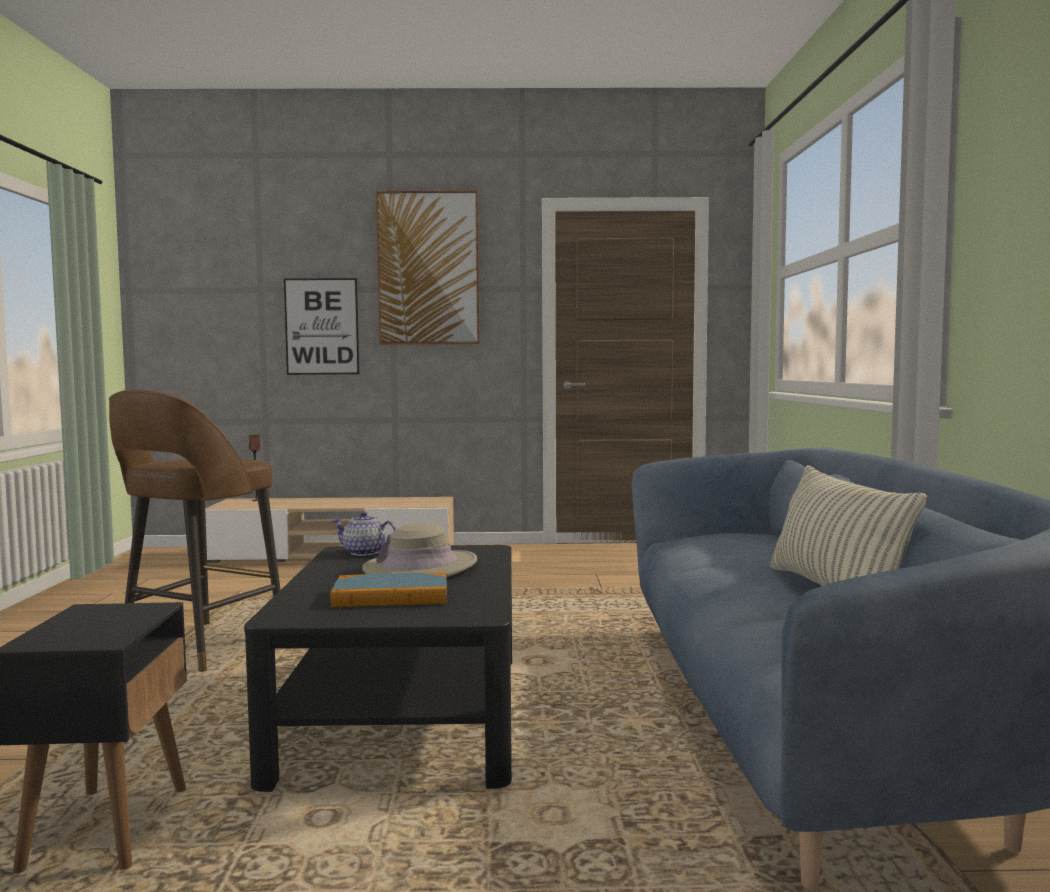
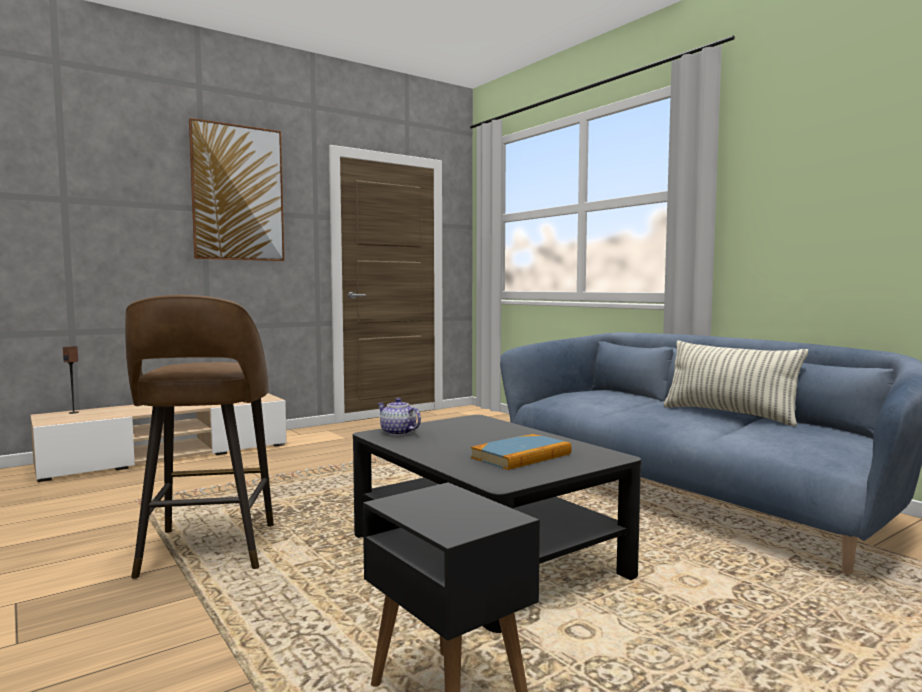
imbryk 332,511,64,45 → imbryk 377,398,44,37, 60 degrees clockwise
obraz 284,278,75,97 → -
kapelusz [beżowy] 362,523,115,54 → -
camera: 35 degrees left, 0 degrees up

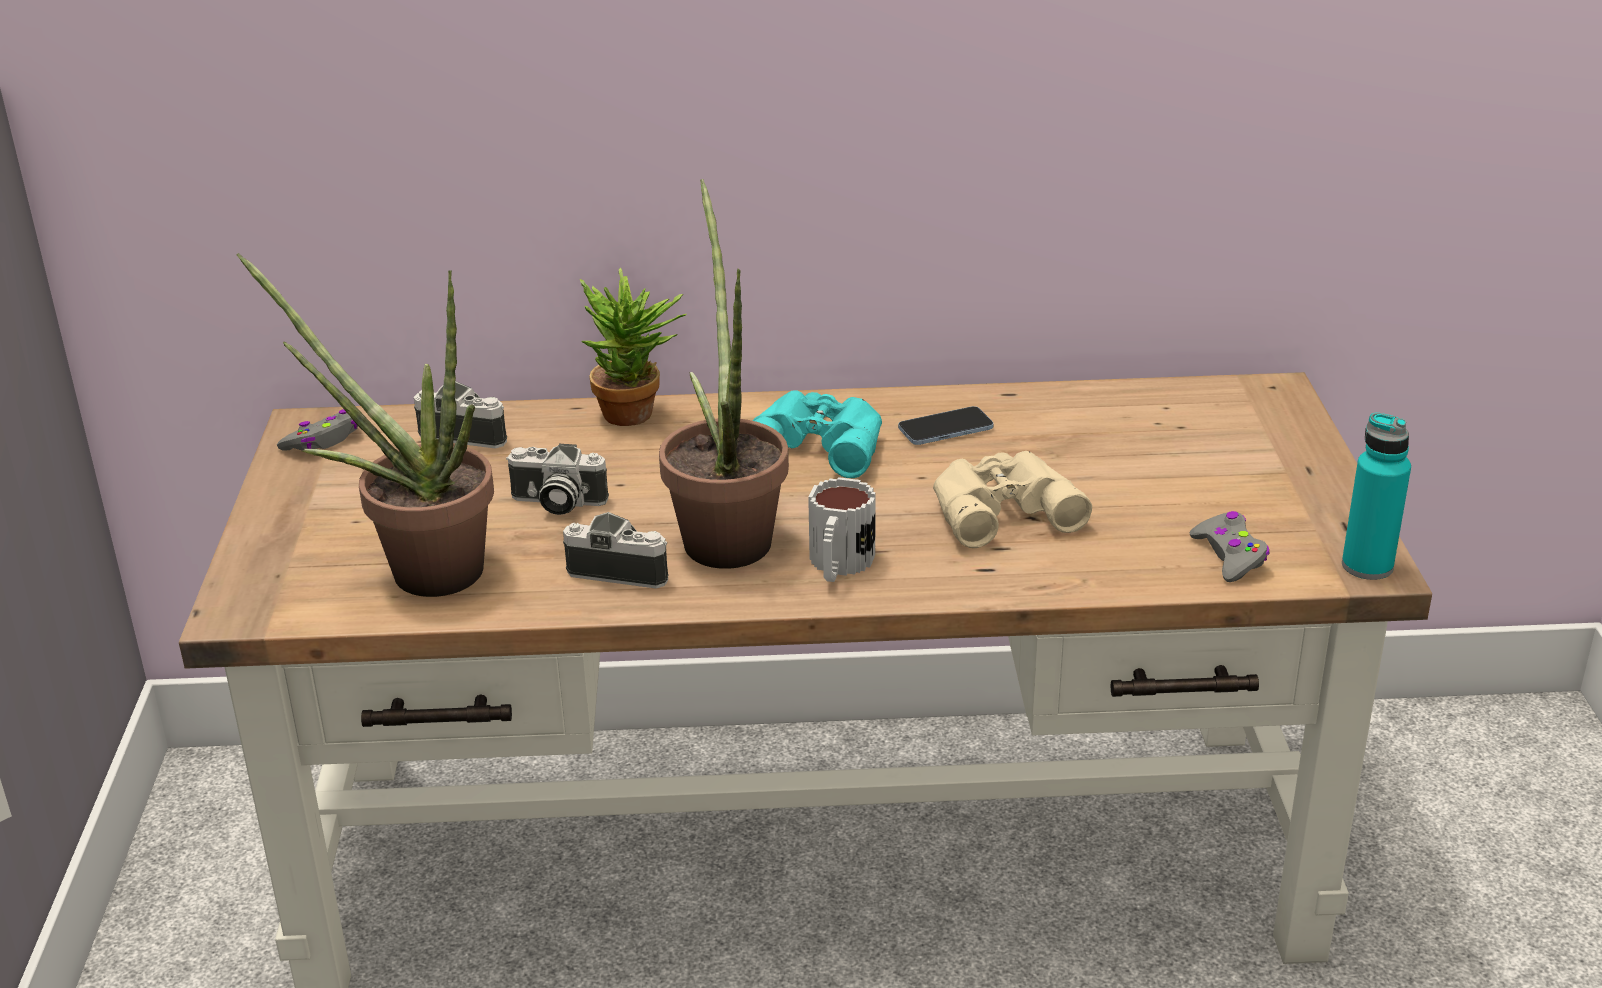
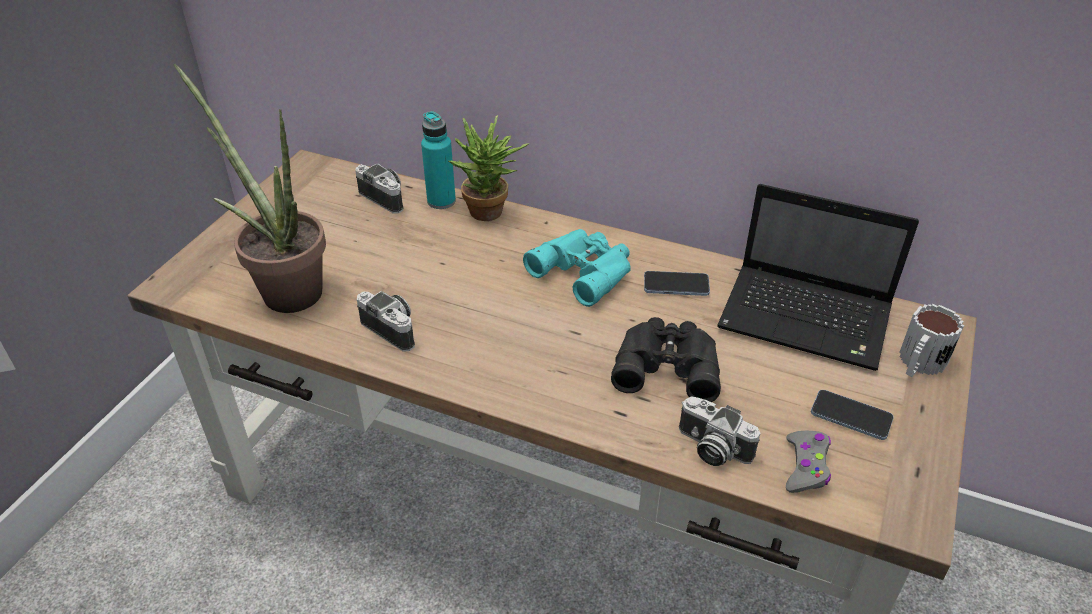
butelka [turkusowy] 1342,413,69,167 → butelka [turkusowy] 421,111,35,98, move
lornetka [beżowy] 933,451,159,97 → lornetka [czarny] 611,317,110,85
aparat fotograficzny 506,444,103,71 → aparat fotograficzny 679,396,81,70, move
- → laptop 717,184,202,187
- → telefon 811,390,83,50
kubek 808,477,68,105 → kubek 899,304,65,73, move
pad do gier [szary] 277,409,81,42 → -
roślina doniczkowa 659,179,130,390 → -
camera: 25 degrees right, 10 degrees up

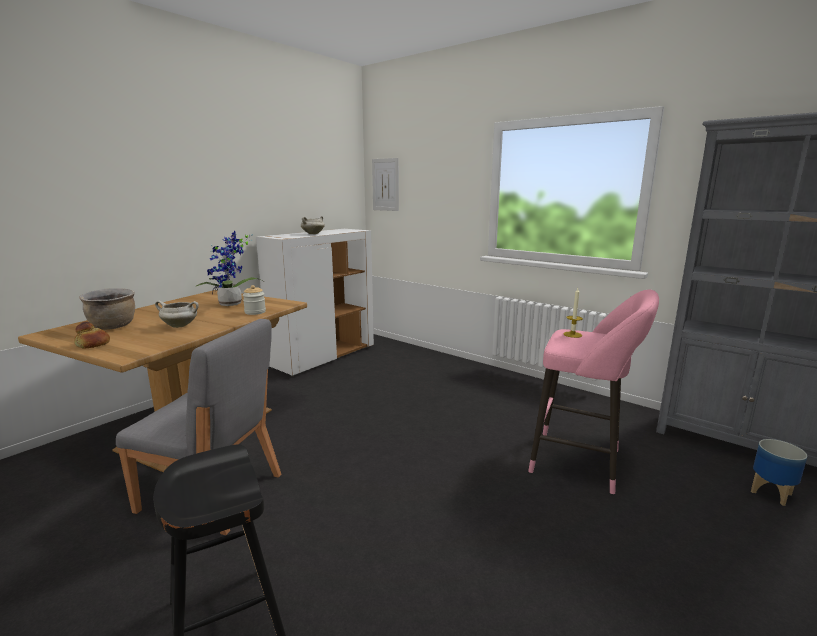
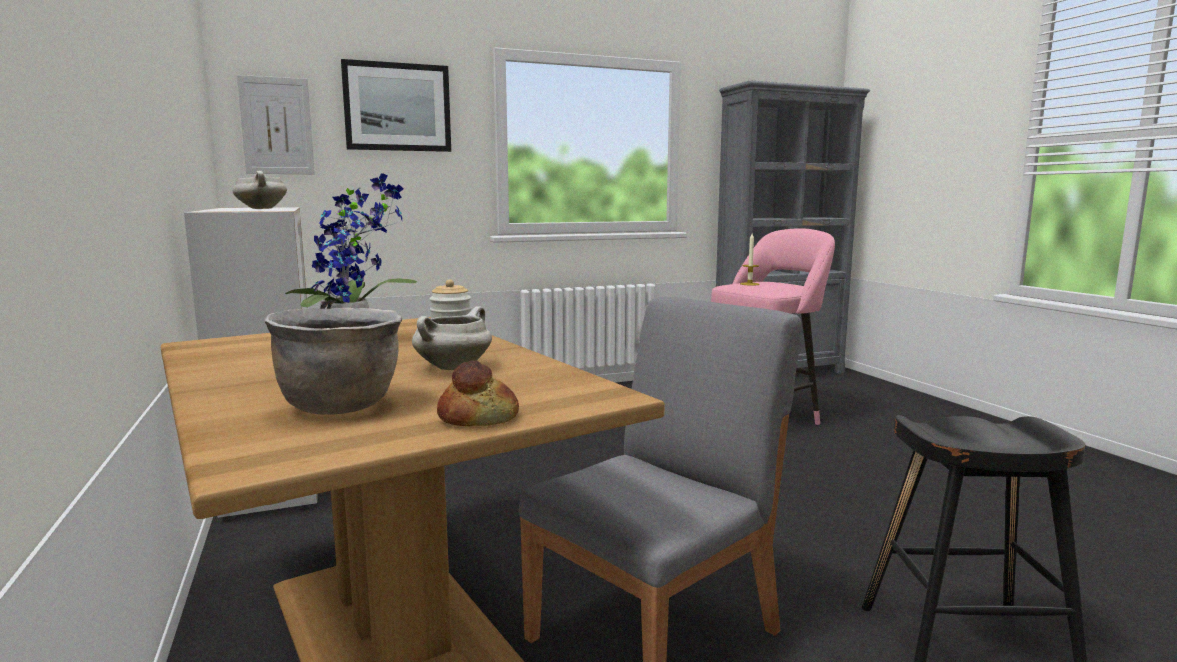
- → obraz 341,59,110,93
donica 751,439,57,67 → -
camera: 60 degrees left, 5 degrees down

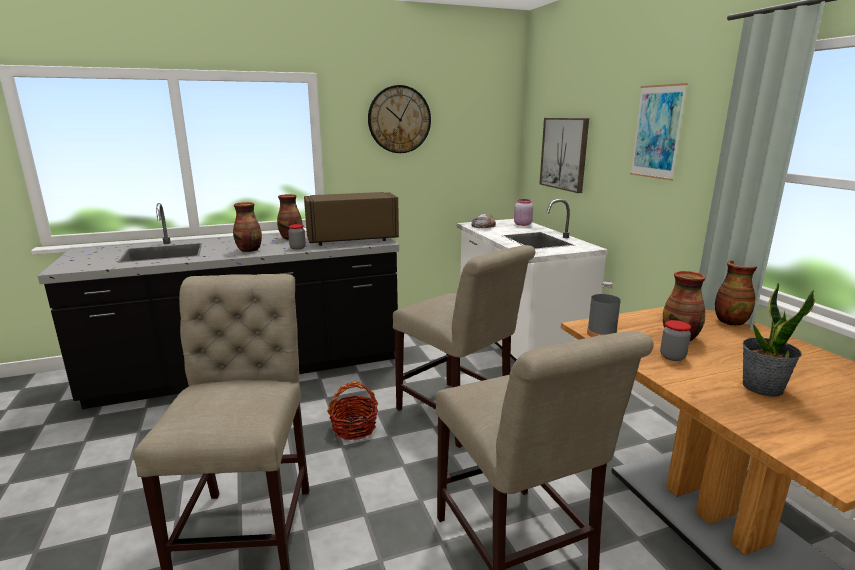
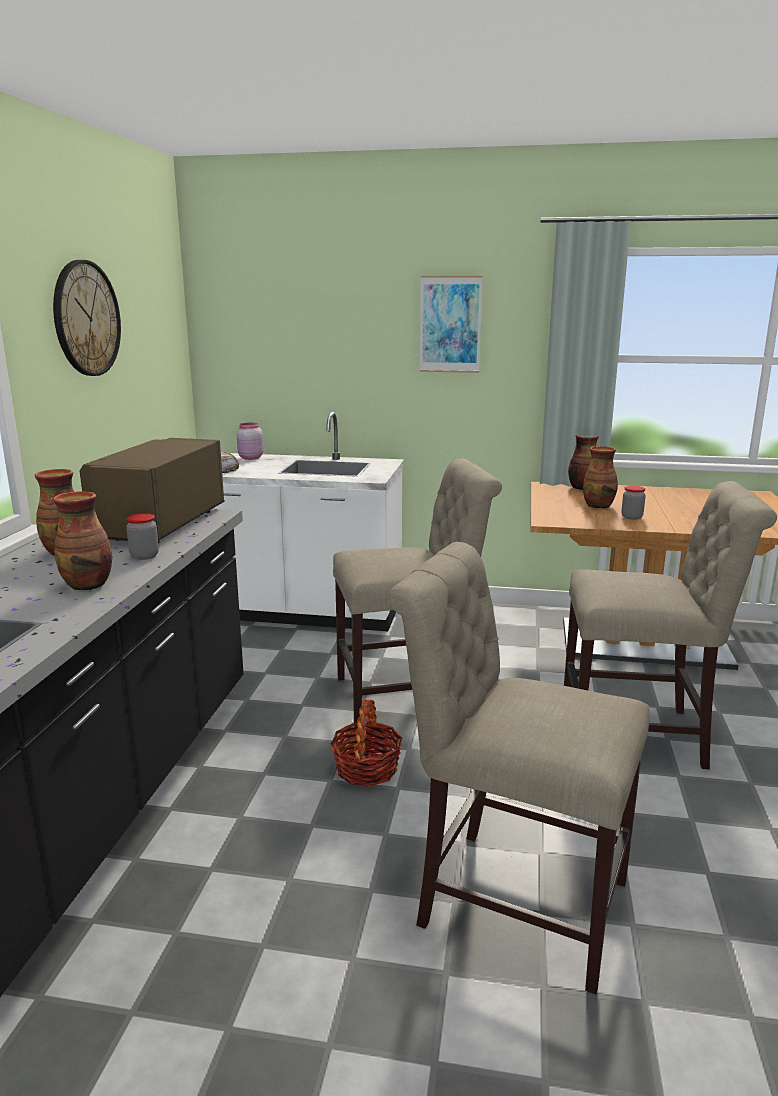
obraz 540,118,49,75 → -
butelka [szary] 587,281,34,56 → -
roślina doniczkowa 743,283,72,114 → -
camera: 60 degrees left, 0 degrees up

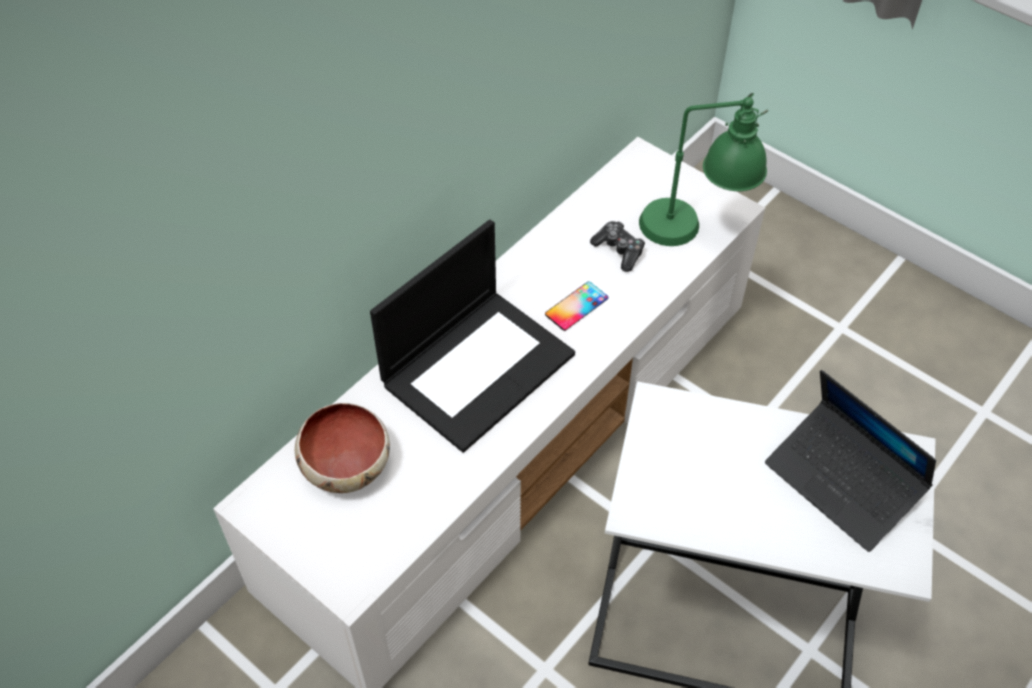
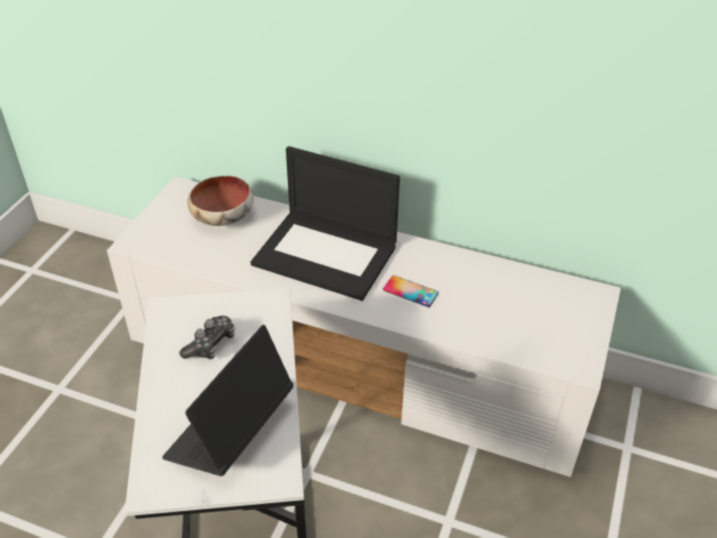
pad do gier 590,221,55,51 → pad do gier 179,316,56,43, move
lampa stołowa [zielony] 639,93,129,153 → -
camera: 70 degrees right, 10 degrees down

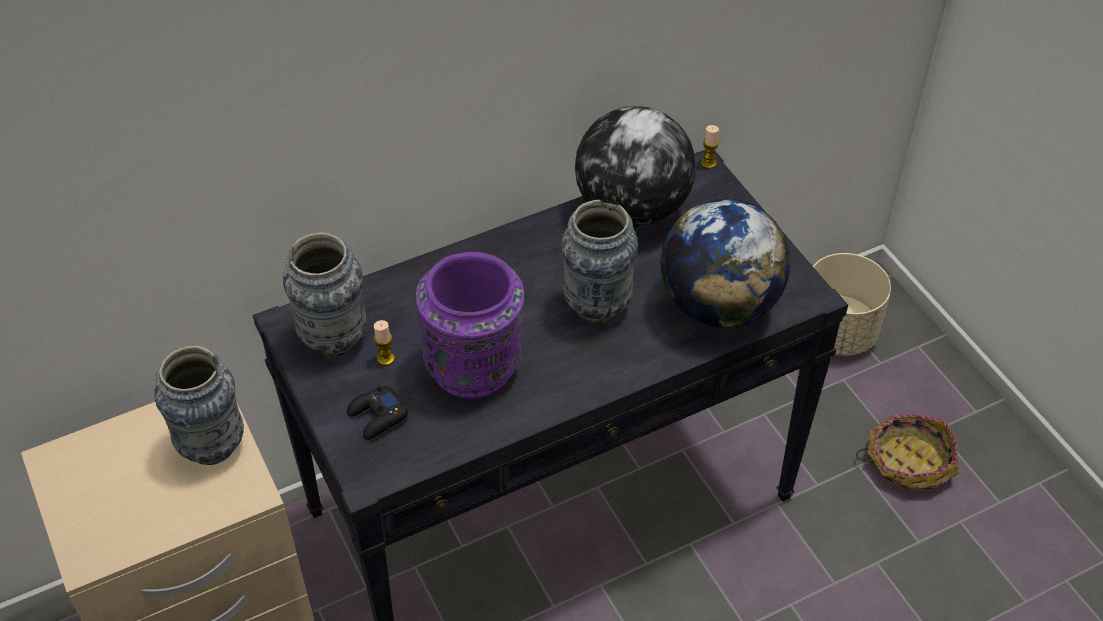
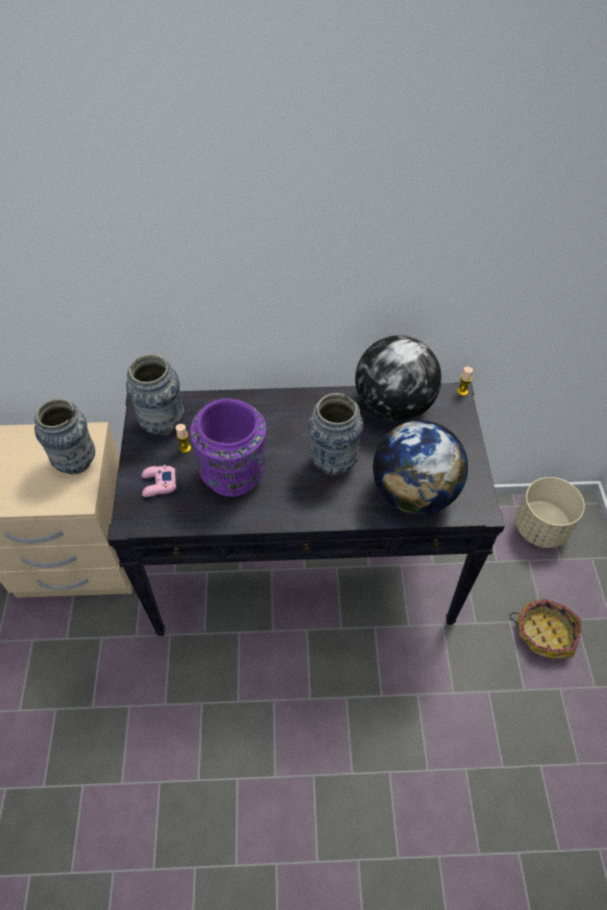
pad do gier [czarny] 347,385,61,55 → pad do gier [różowy] 142,465,34,32
camera: 25 degrees right, 5 degrees up

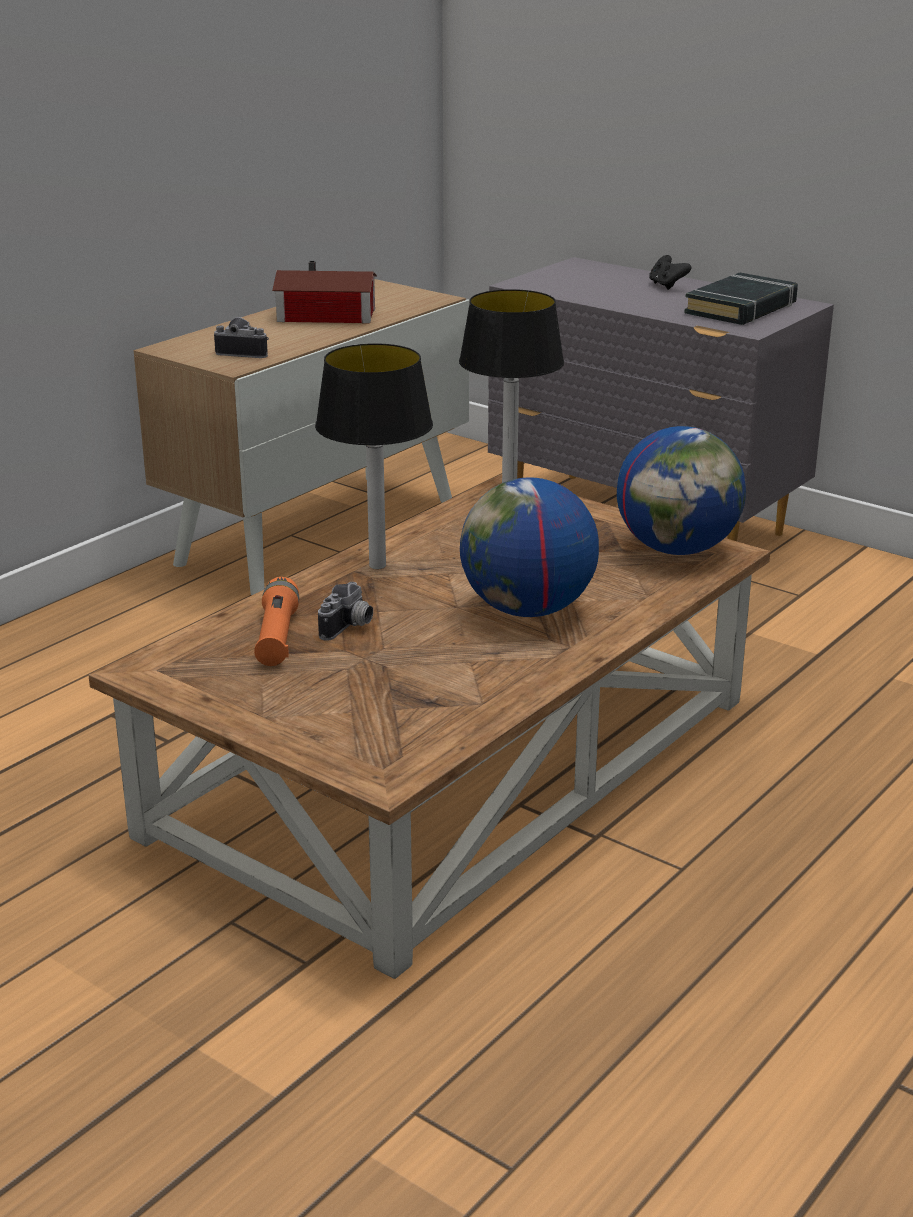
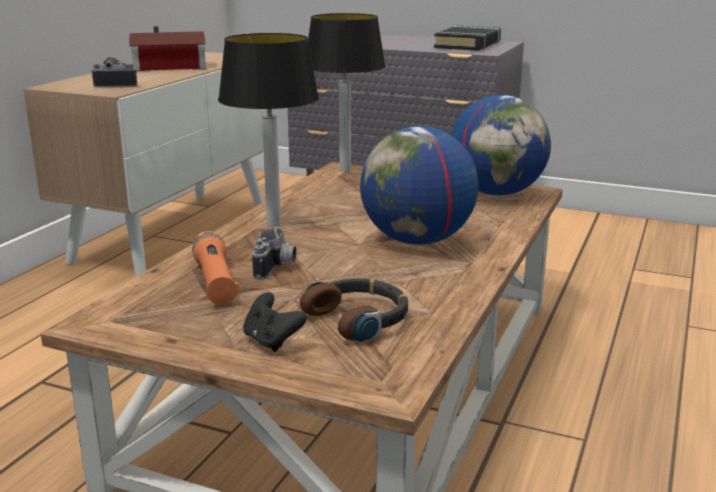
pad do gier [czarny] 649,255,42,35 → pad do gier [czarny] 243,292,64,60, move
- → słuchawki 300,278,108,64
camera: 15 degrees left, 5 degrees down

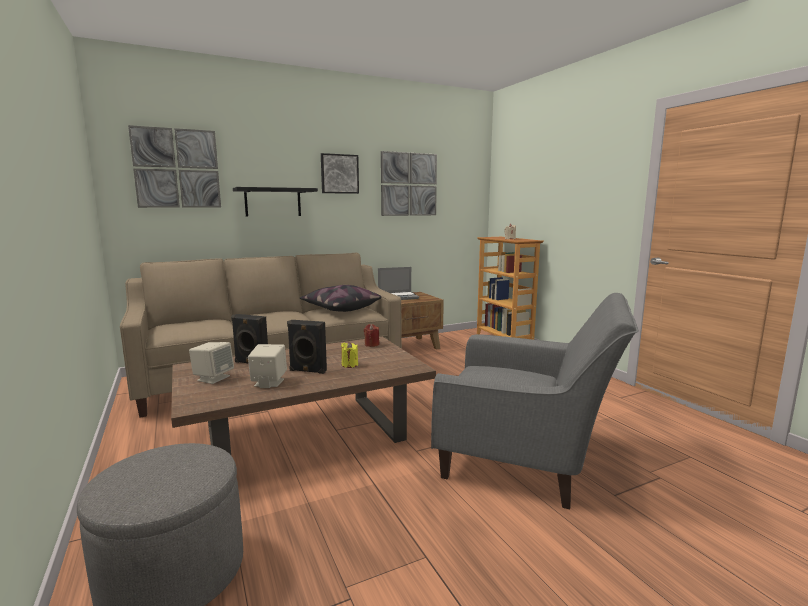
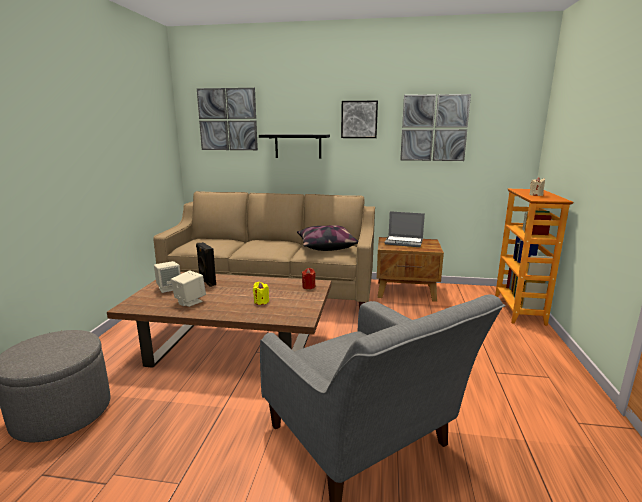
głośnik [czarny] 287,320,40,54 → -
camera: 35 degrees right, 5 degrees up

